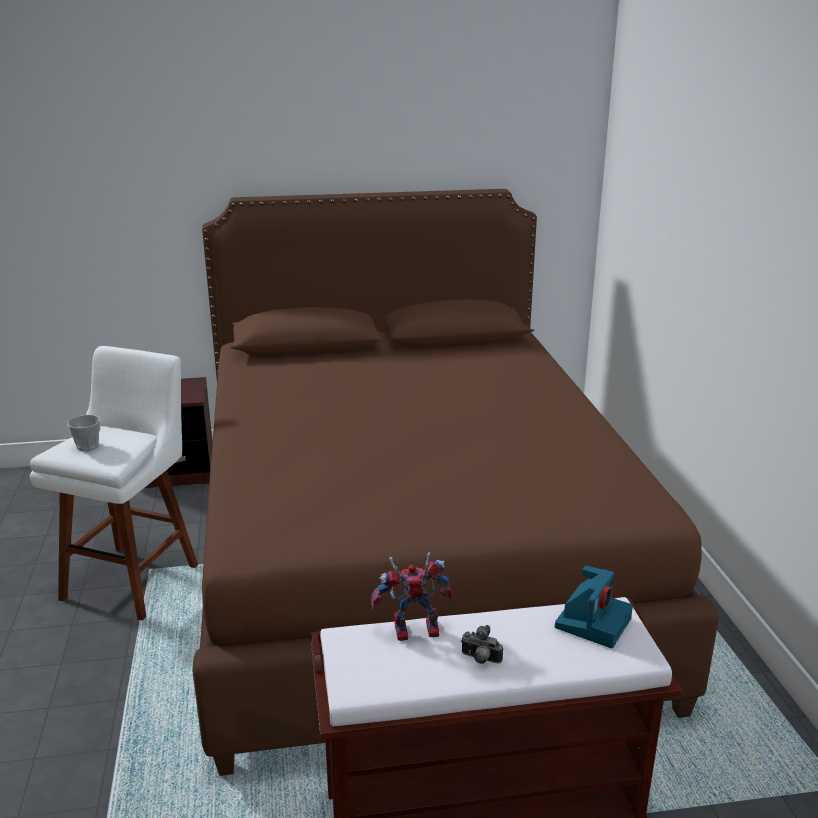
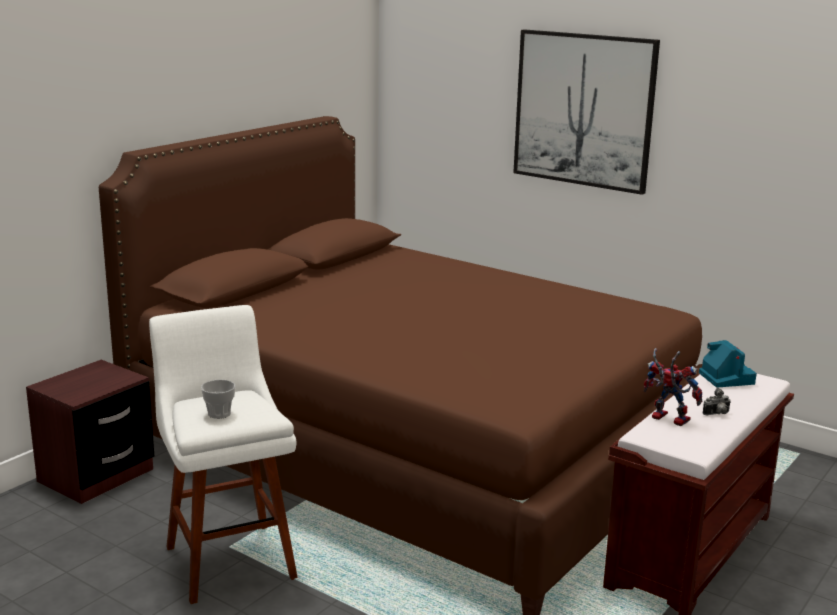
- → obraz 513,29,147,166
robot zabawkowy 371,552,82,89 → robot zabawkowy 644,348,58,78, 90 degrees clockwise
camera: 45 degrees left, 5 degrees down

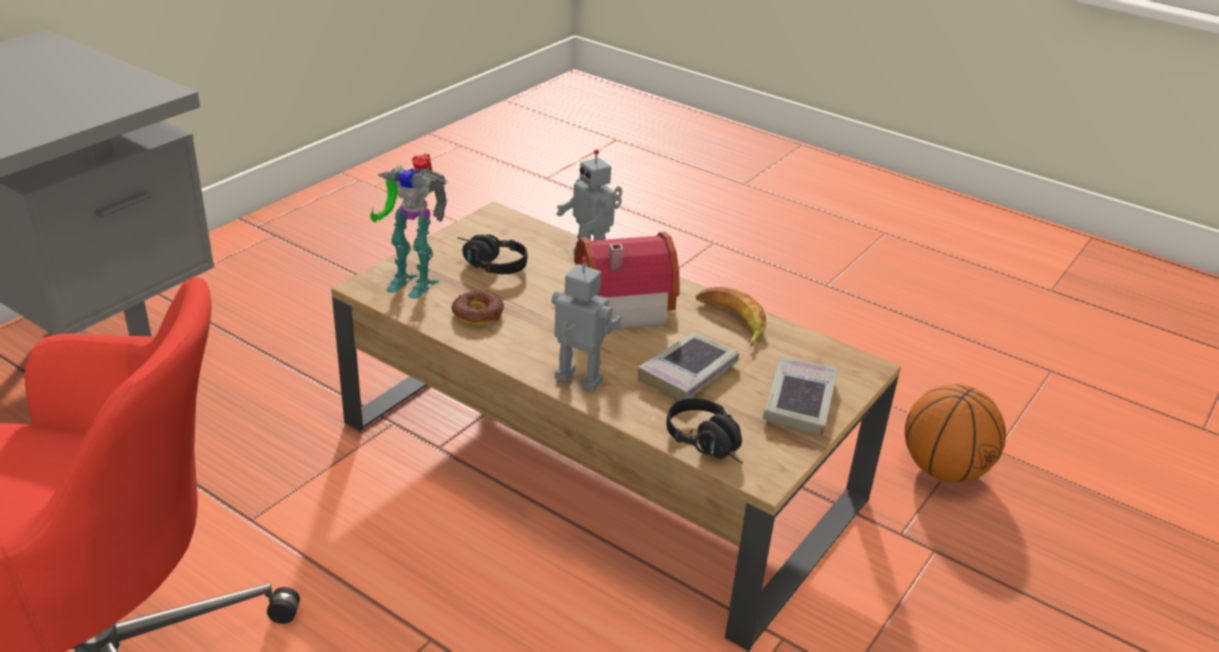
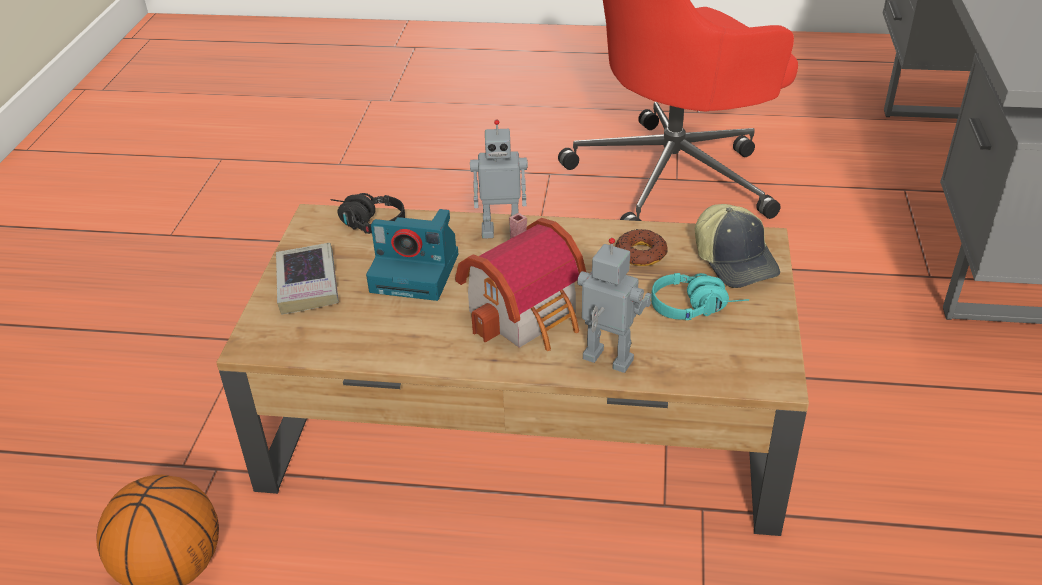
książka 638,332,101,68 → aparat fotograficzny 366,209,92,92
słuchawki [czarny] 457,234,70,40 → słuchawki [turkusowy] 651,273,98,47
robot zabawkowy 371,153,76,146 → czapka z daszkiem 695,204,85,84
banan 696,287,71,59 → -
camera: 155 degrees right, 5 degrees up

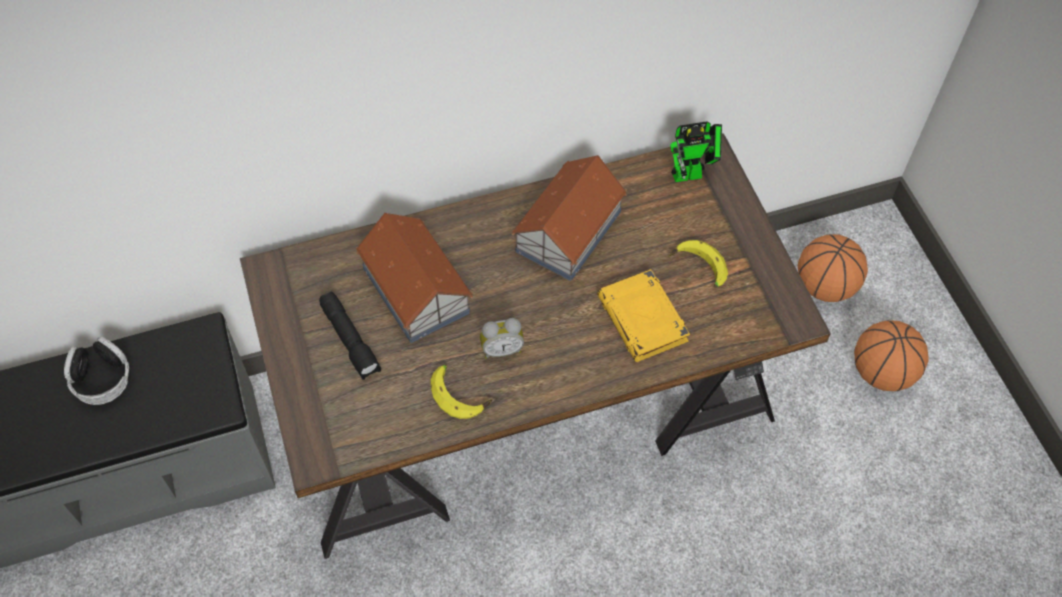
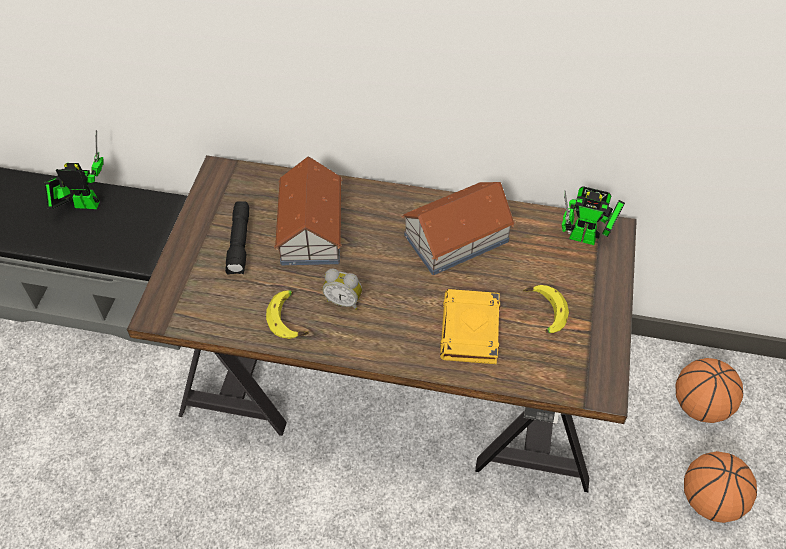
słuchawki 64,337,65,68 → robot zabawkowy 44,130,59,79
camera: 30 degrees right, 5 degrees down

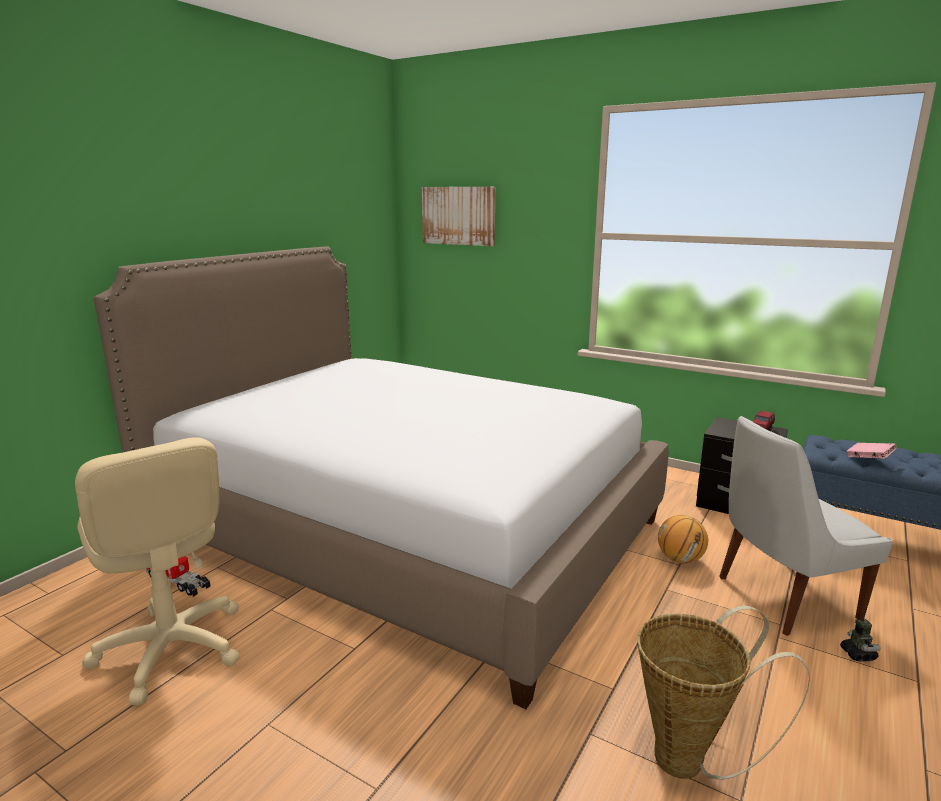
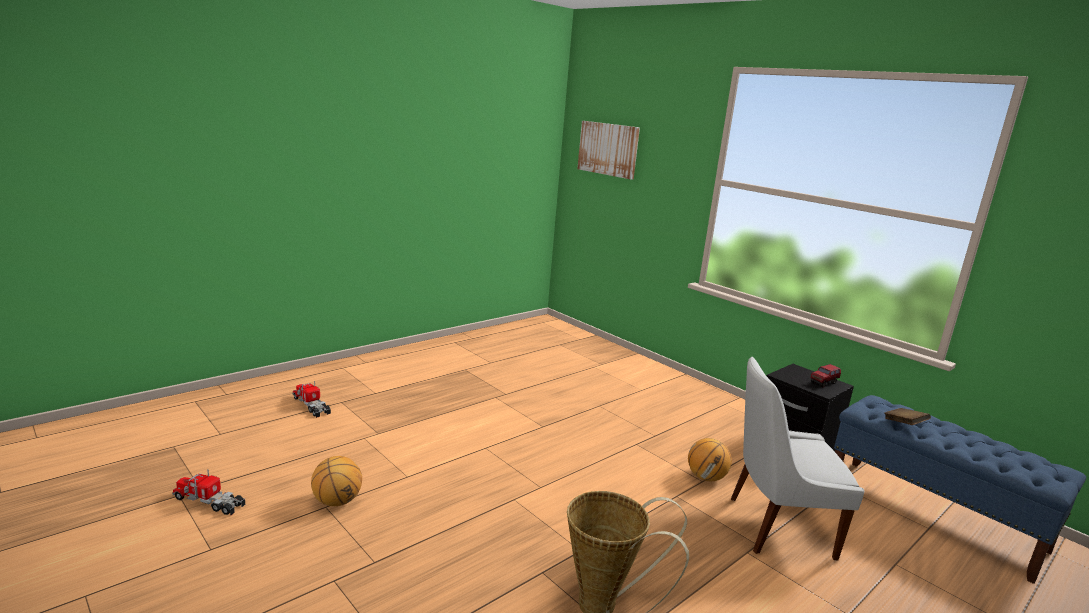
- → ciężarówka zabawkowa 172,469,73,47
- → piłka do koszykówki 311,456,51,50
książka [różowy] 847,443,49,16 → książka [brązowy] 884,408,47,17
krzesło biurowe [beżowy] 75,437,165,268 → -
łóżko 94,246,575,463 → -
robot zabawkowy 840,612,41,50 → -
camera: 15 degrees right, 0 degrees up

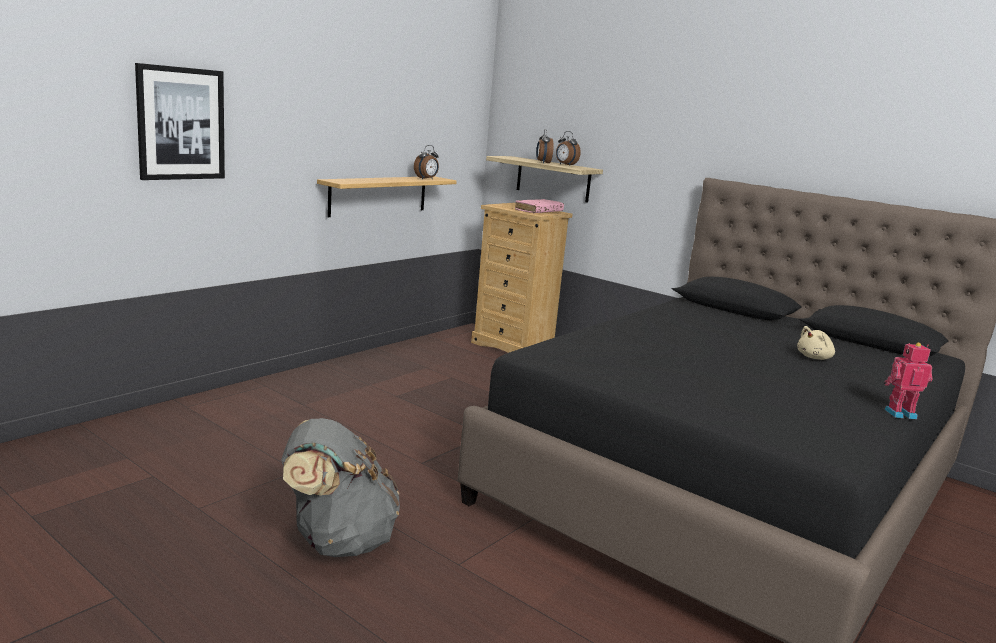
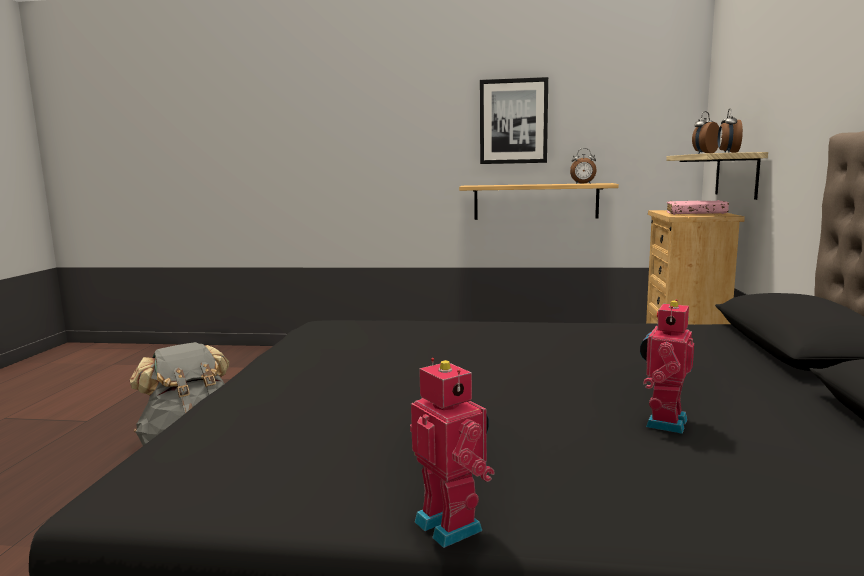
obraz 135,63,90,117 → obraz 480,77,68,87, move
pluszak [beżowy] 797,326,38,34 → robot zabawkowy 640,299,54,135
camera: 60 degrees right, 5 degrees down

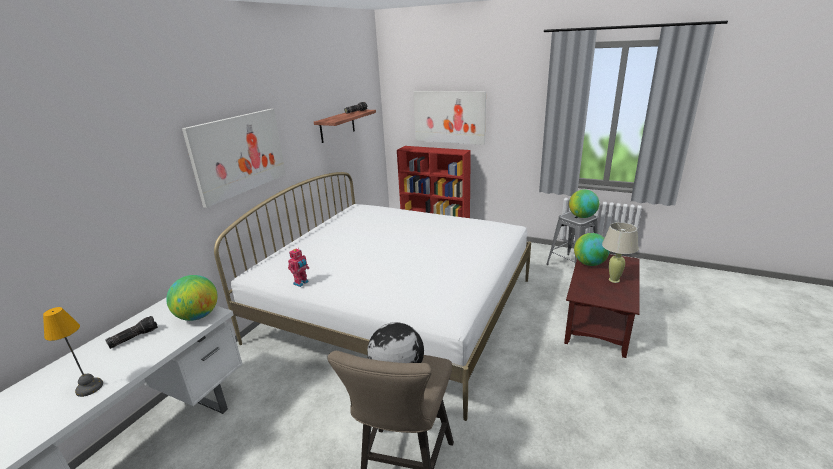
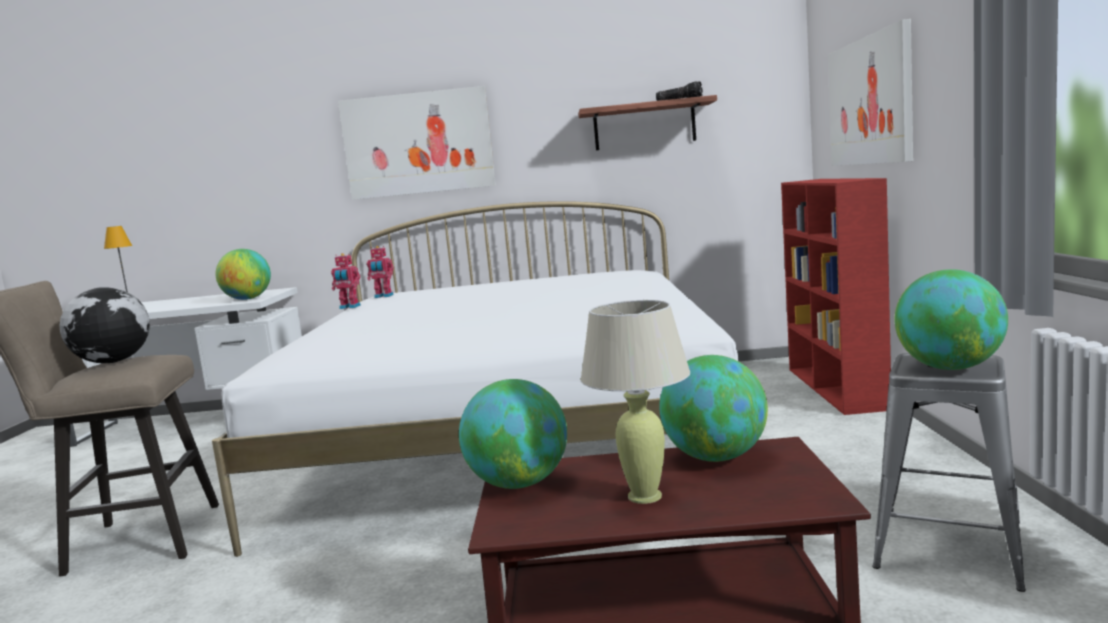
- → robot zabawkowy 367,246,27,52
- → globus 459,379,108,110
latarka 105,316,53,33 → -
camera: 65 degrees right, 15 degrees down

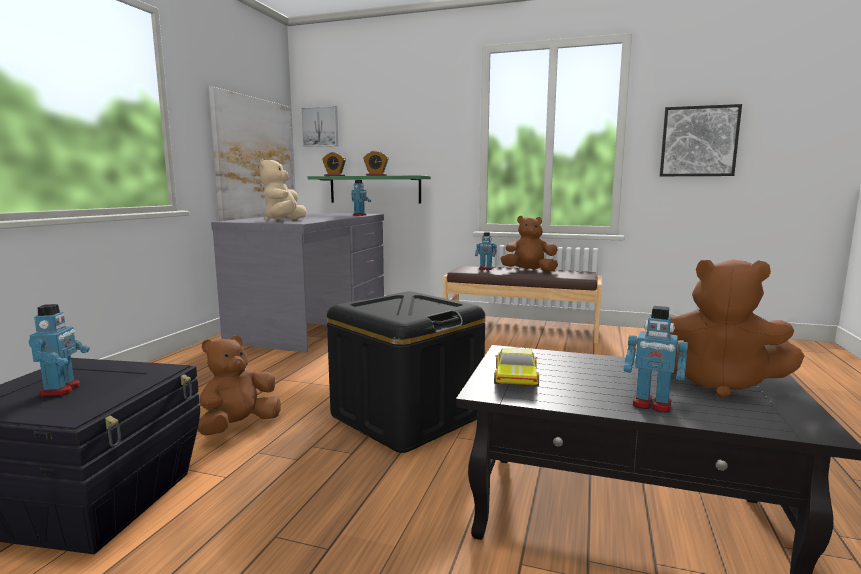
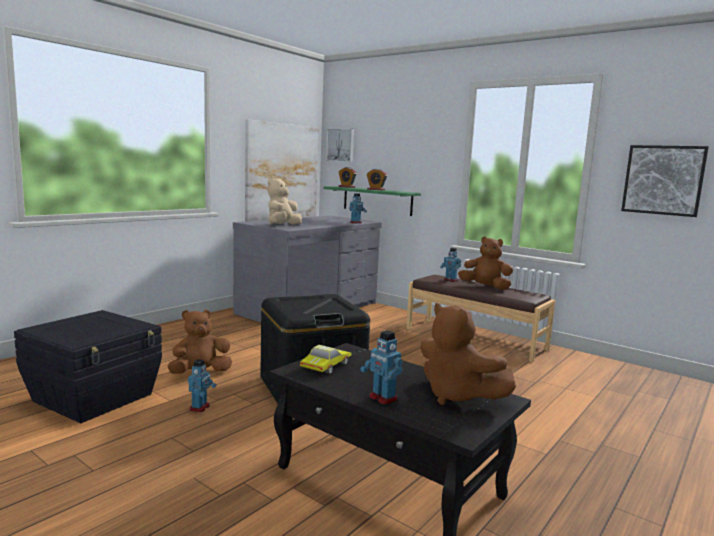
robot zabawkowy 29,304,61,92 → robot zabawkowy 188,359,29,53, move
camera: 20 degrees right, 0 degrees up

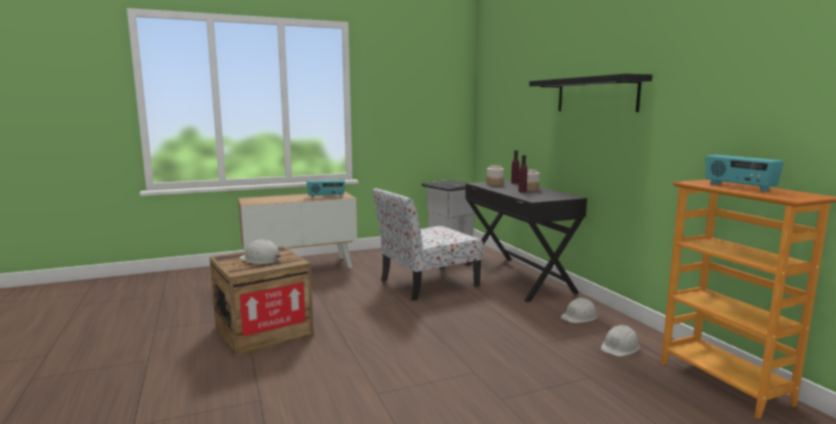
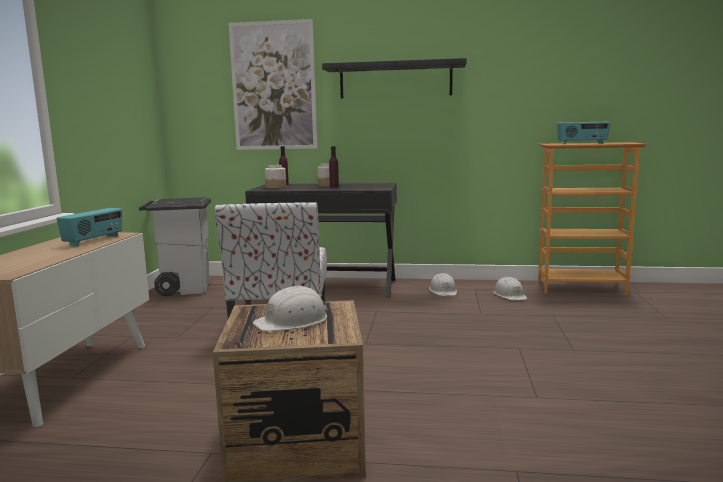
- → obraz 228,19,89,131
camera: 60 degrees left, 0 degrees up

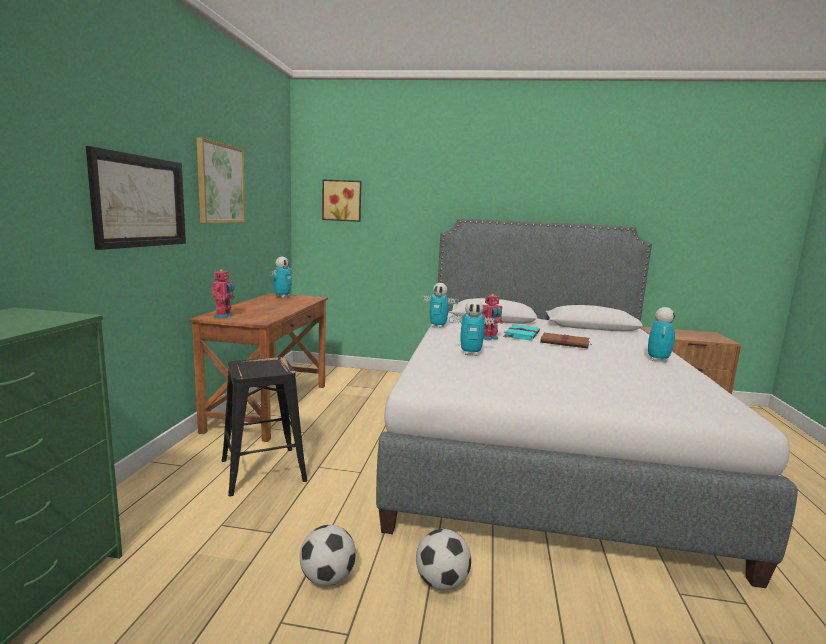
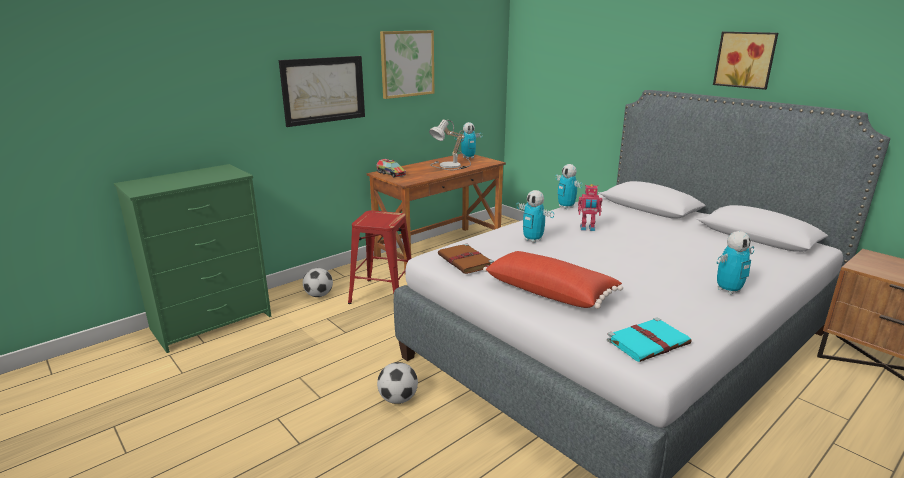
piłka futbolowa 300,525,56,61 → piłka futbolowa 303,268,30,29, move
stołek [czarny] 222,357,85,139 → stołek [czerwony] 348,211,63,93
robot zabawkowy 212,269,23,49 → ciężarówka zabawkowa 376,159,30,18
- → lampa stołowa 429,119,42,51
książka [brązowy] 540,332,53,17 → książka [brązowy] 438,244,56,30, move
- → poduszka [czerwony] 483,251,140,58
książka [turkusowy] 503,324,37,16 → książka [turkusowy] 607,317,85,45, move
obraz 322,180,39,42 → obraz 713,32,65,58, move
camera: 40 degrees right, 10 degrees up

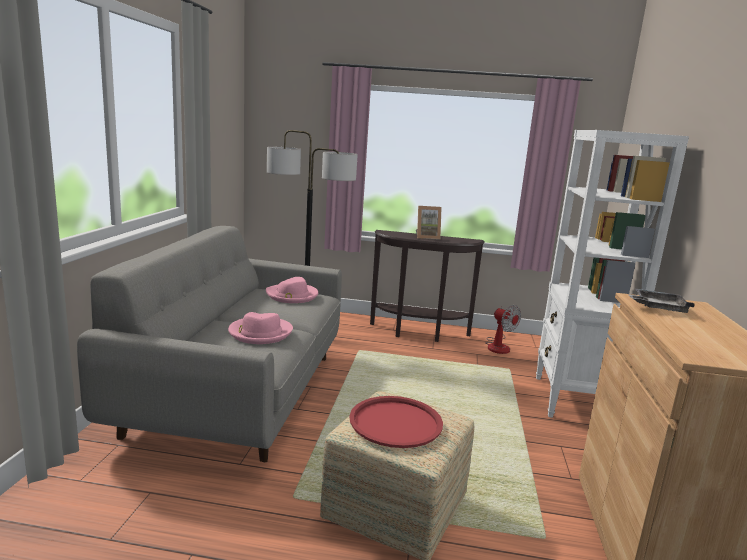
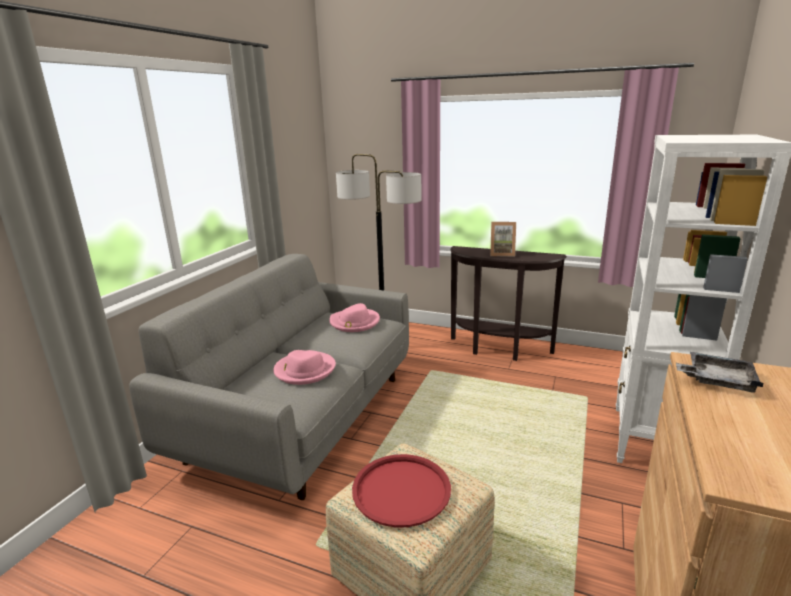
wentylator 485,305,36,49 → -
camera: 15 degrees right, 5 degrees up

